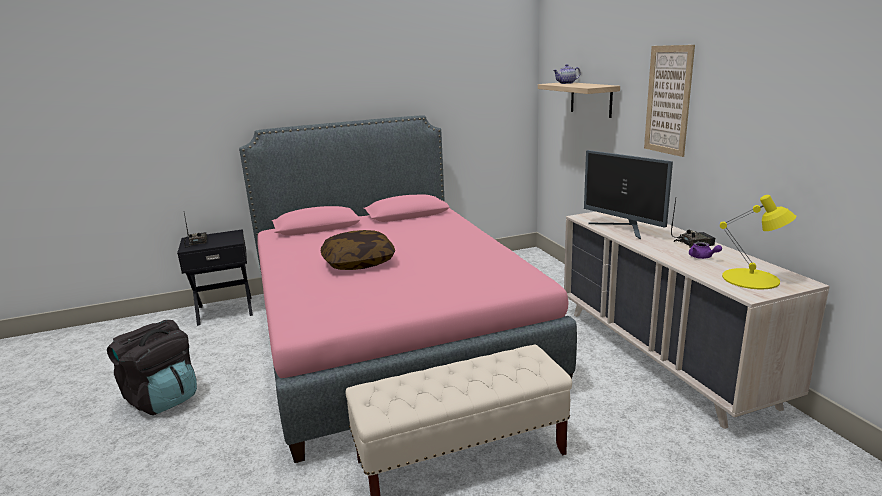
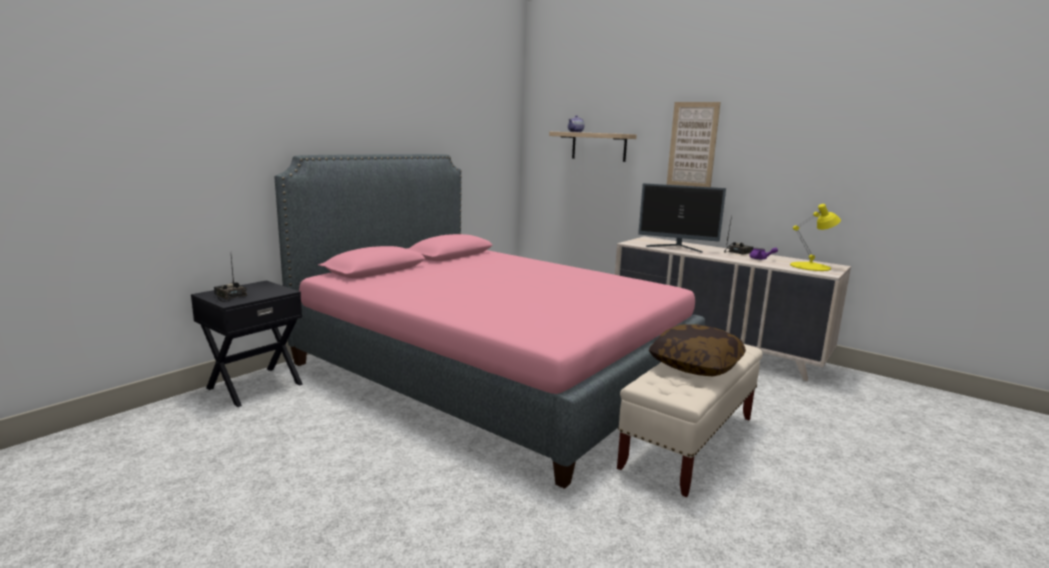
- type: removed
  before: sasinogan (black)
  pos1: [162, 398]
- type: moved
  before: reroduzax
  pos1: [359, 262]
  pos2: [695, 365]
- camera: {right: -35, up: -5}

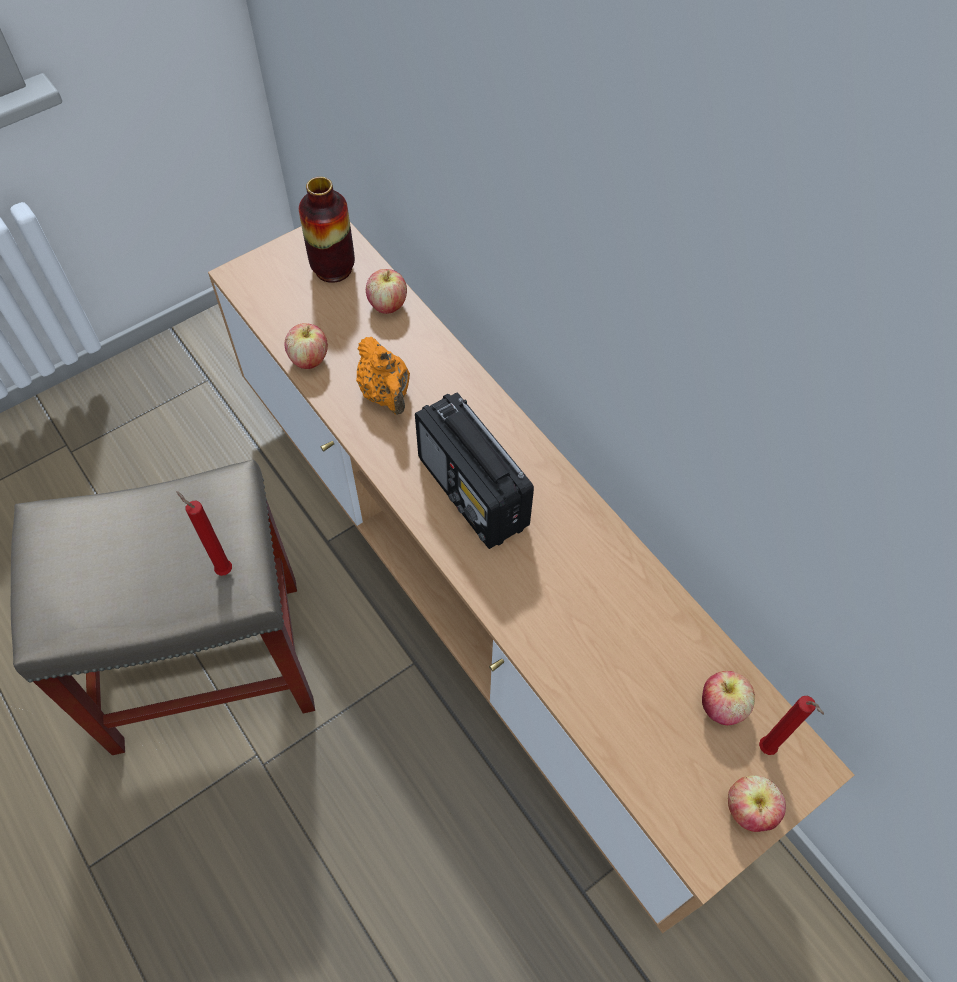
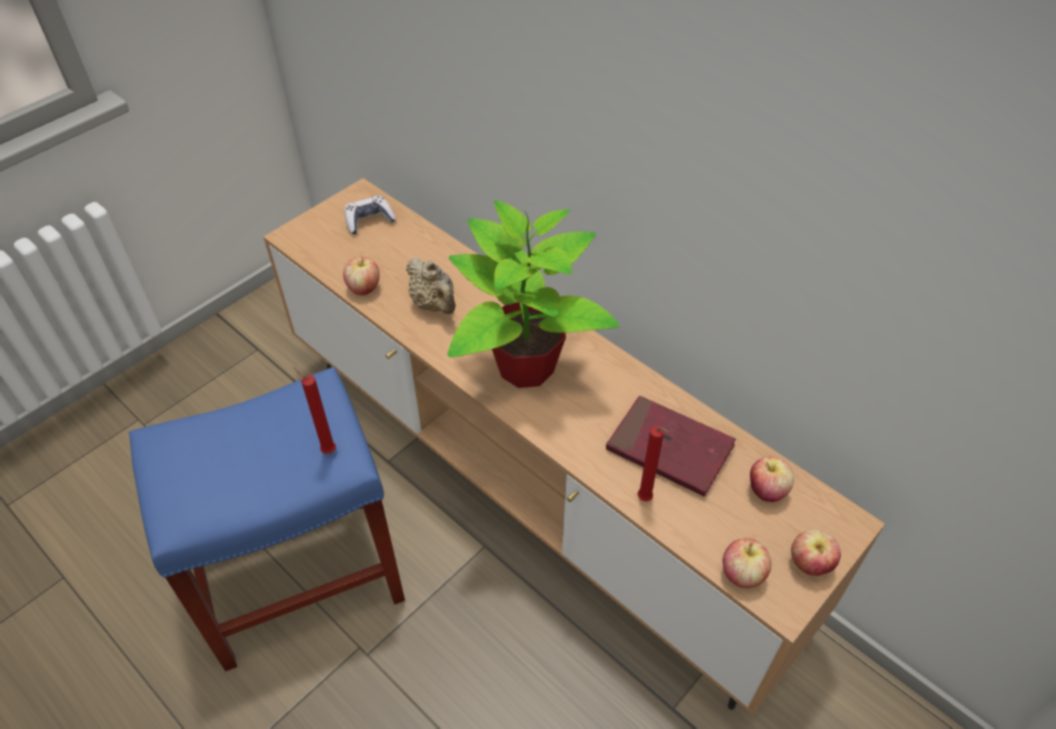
- type: recoloured
  before: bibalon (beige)
  after: bibalon (blue)
  pos1: [212, 662]
  pos2: [303, 576]
- type: replaced
  before: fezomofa
  after: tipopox
  pos1: [333, 268]
  pos2: [369, 220]
- type: recoloured
  before: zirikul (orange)
  after: zirikul (beige)
  pos1: [386, 394]
  pos2: [434, 304]
- type: moved
  before: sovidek
  pos1: [388, 305]
  pos2: [742, 574]
- type: replaced
  before: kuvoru
  after: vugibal
  pos1: [473, 493]
  pos2: [524, 366]
- type: moved
  before: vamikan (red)
  pos1: [768, 751]
  pos2: [646, 500]
- type: added
  after: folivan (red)
  pos2: [669, 449]
- camera: {right: -10, up: -10}

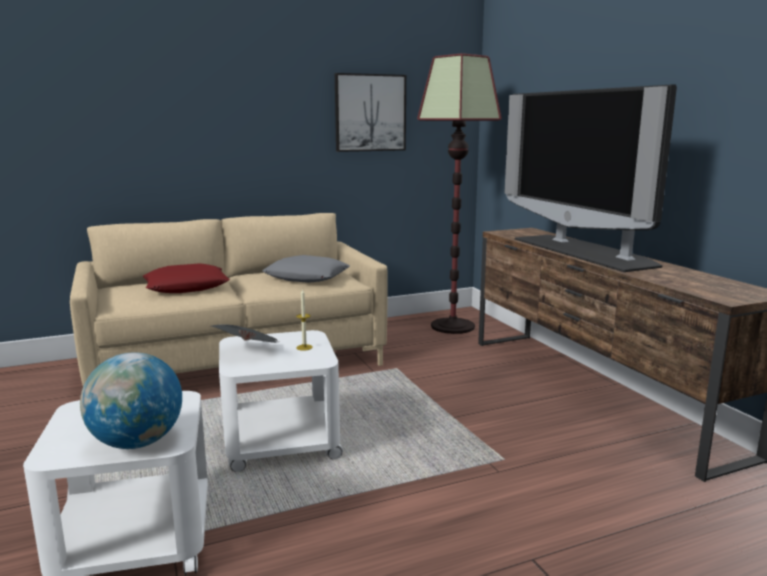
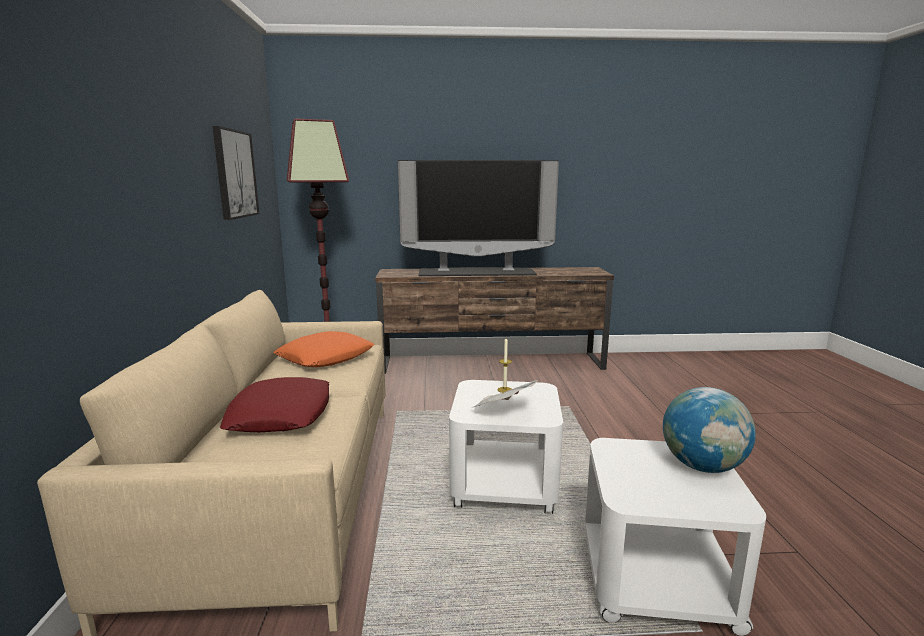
- type: recoloured
  before: reroduzax (grey)
  after: reroduzax (orange)
  pos1: [307, 277]
  pos2: [326, 357]
- camera: {right: -70, up: 0}

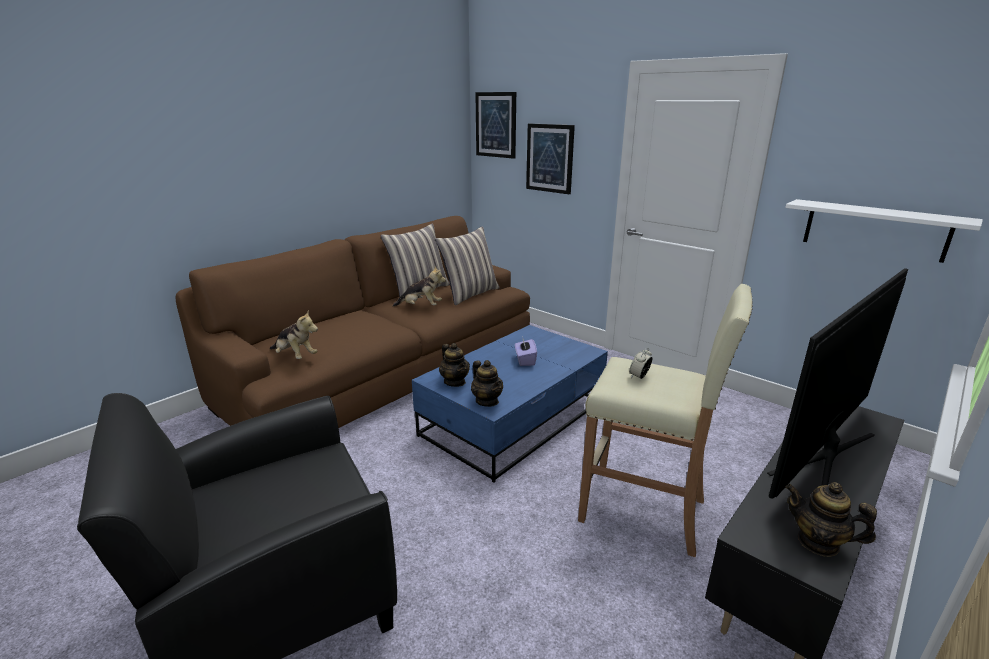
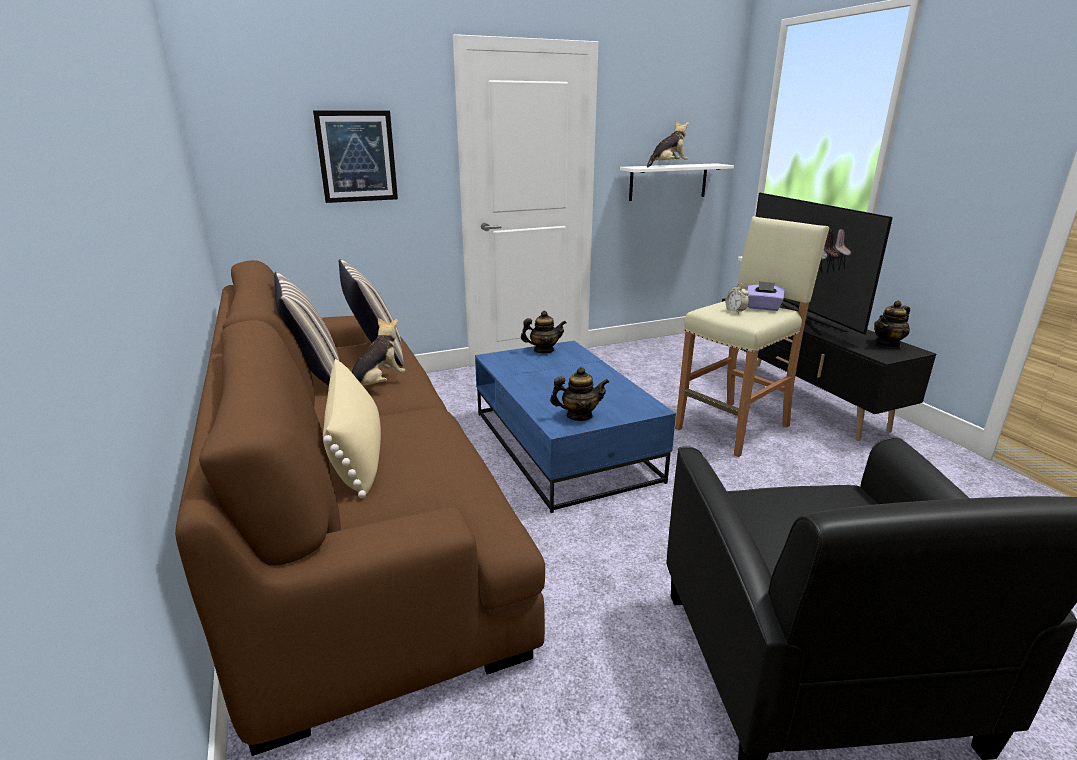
- type: moved
  before: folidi
  pos1: [295, 356]
  pos2: [667, 166]
- type: moved
  before: zirikul
  pos1: [487, 401]
  pos2: [543, 350]
- type: removed
  before: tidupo
  pos1: [496, 125]
- type: moved
  before: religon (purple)
  pos1: [525, 360]
  pos2: [763, 307]
- type: added
  after: reroduzax (beige)
  pos2: [357, 453]
- camera: {right: -65, up: 0}

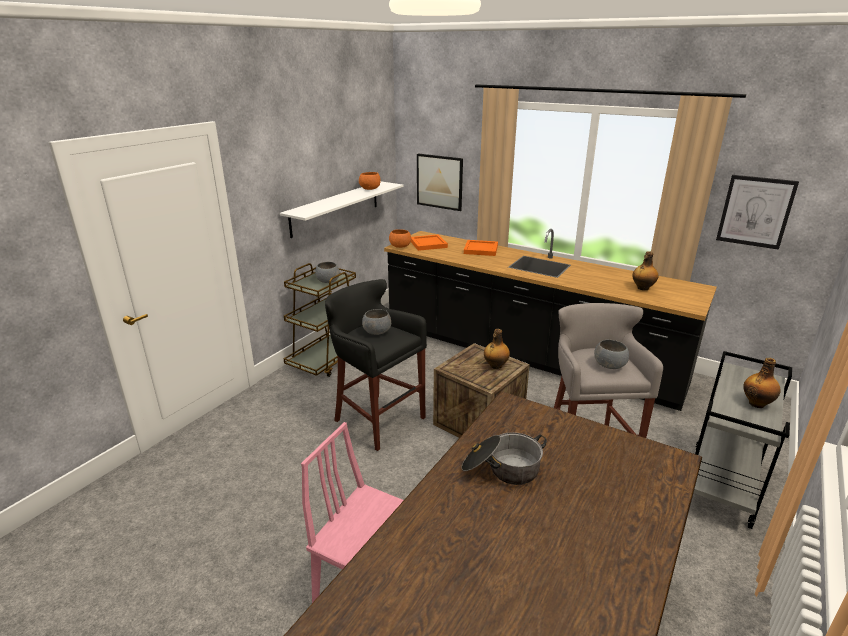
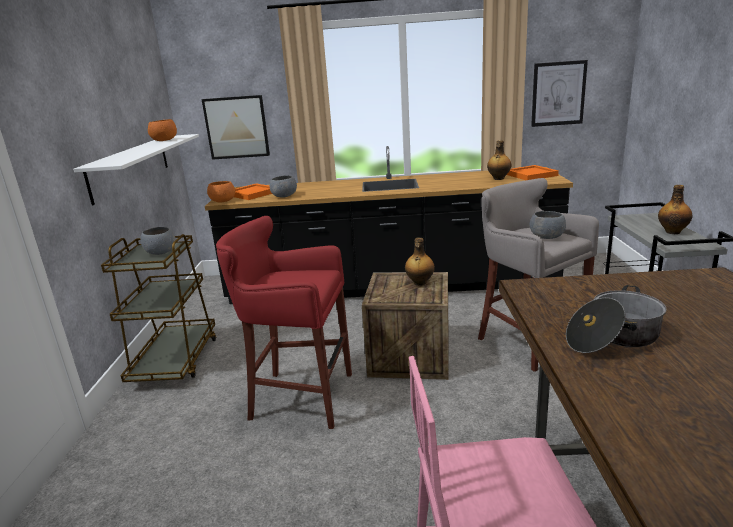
- type: recoloured
  before: bibalon (black)
  after: bibalon (red)
  pos1: [377, 419]
  pos2: [299, 397]
- type: moved
  before: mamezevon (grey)
  pos1: [376, 332]
  pos2: [284, 196]
- type: moved
  before: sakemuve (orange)
  pos1: [481, 250]
  pos2: [532, 175]
- camera: {right: -30, up: -5}

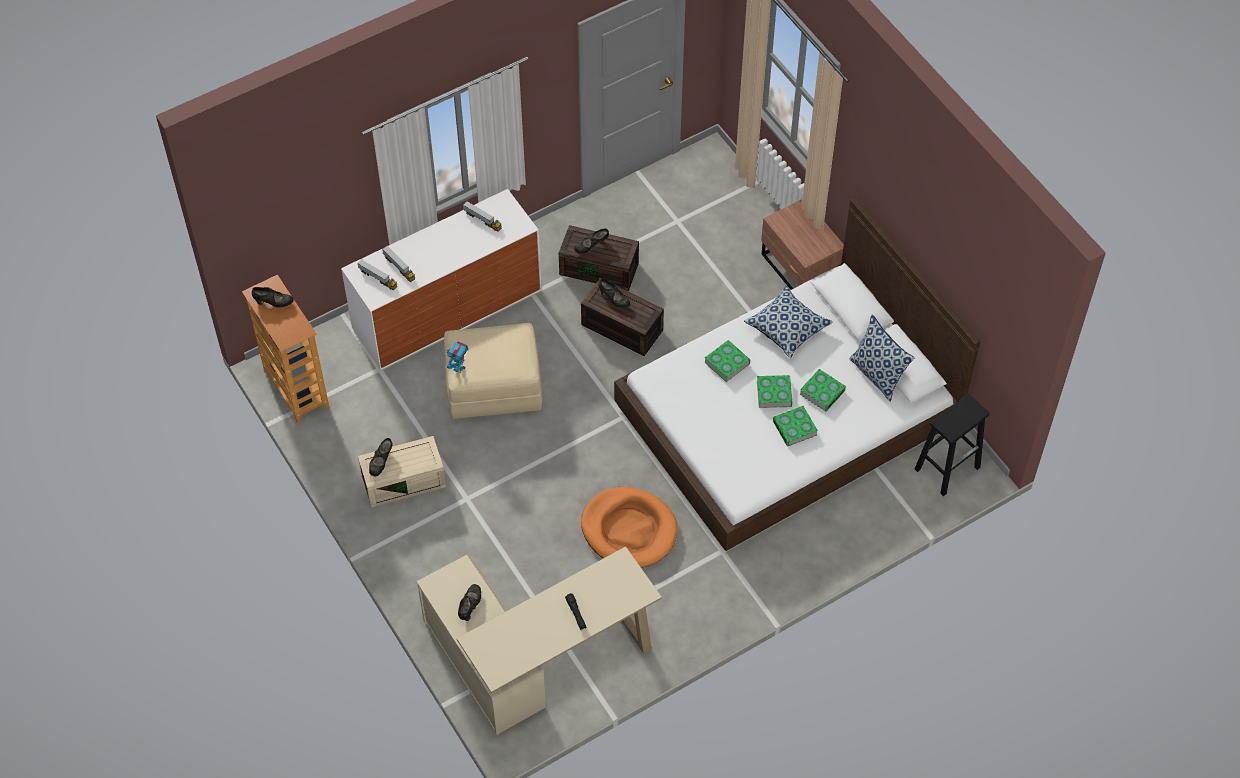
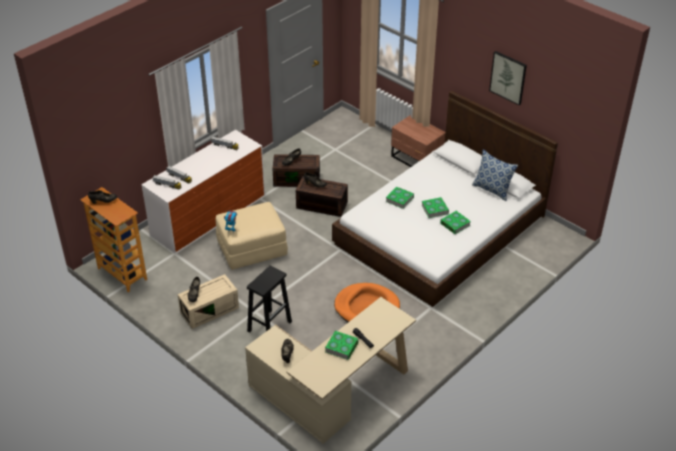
- type: removed
  before: reroduzax
  pos1: [787, 328]
- type: moved
  before: folivan
  pos1: [822, 392]
  pos2: [341, 347]
- type: moved
  before: bibalon (black)
  pos1: [948, 467]
  pos2: [270, 326]
- type: added
  after: tidupo
  pos2: [508, 77]
- camera: {right: -15, up: -15}

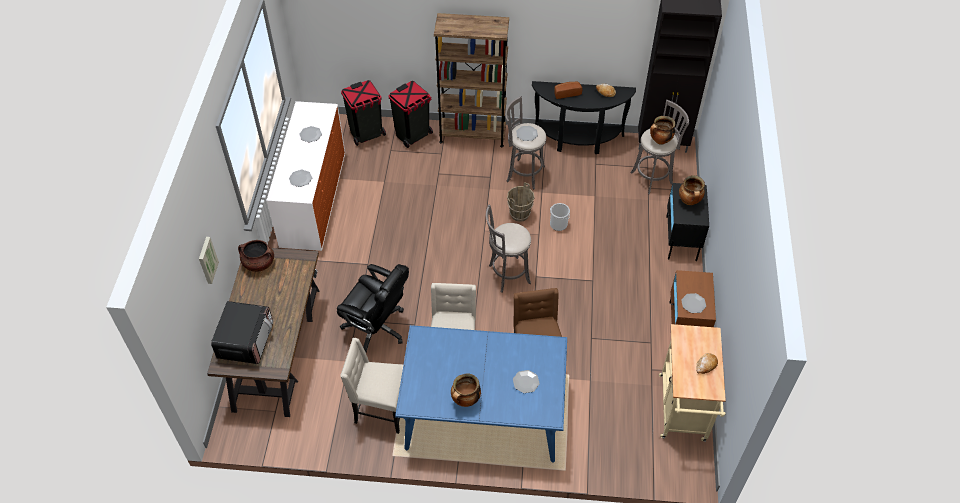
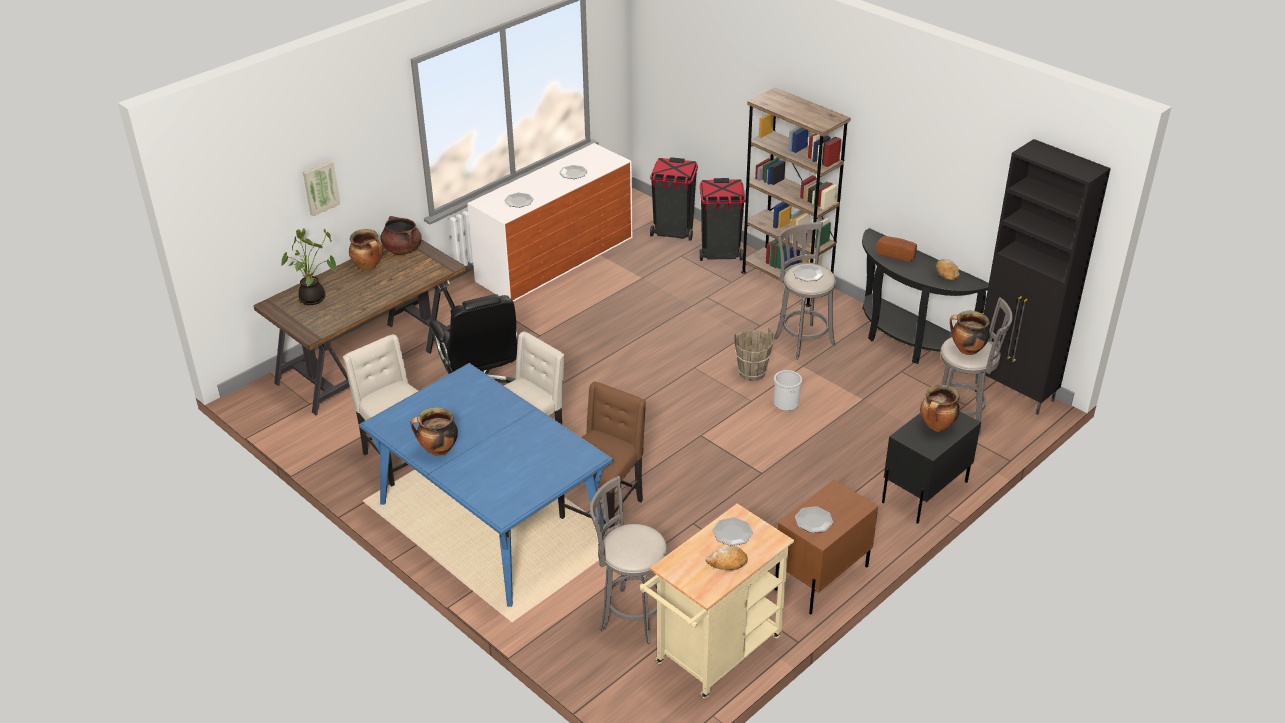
- type: replaced
  before: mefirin
  after: vugibal
  pos1: [246, 340]
  pos2: [315, 299]
- type: moved
  before: bibalon (grey)
  pos1: [507, 275]
  pos2: [630, 614]
- type: moved
  before: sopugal
  pos1: [526, 382]
  pos2: [732, 533]
- type: added
  after: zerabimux
  pos2: [369, 266]
- camera: {right: 40, up: -15}

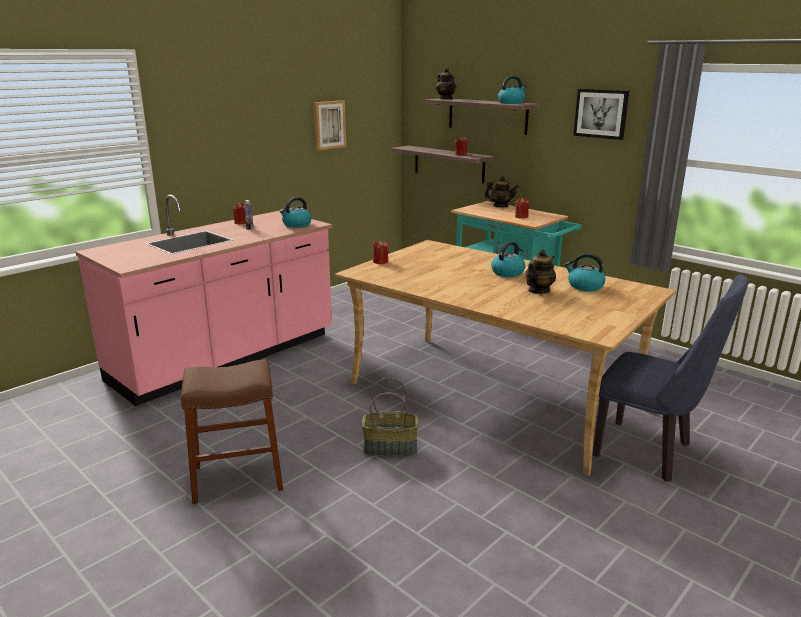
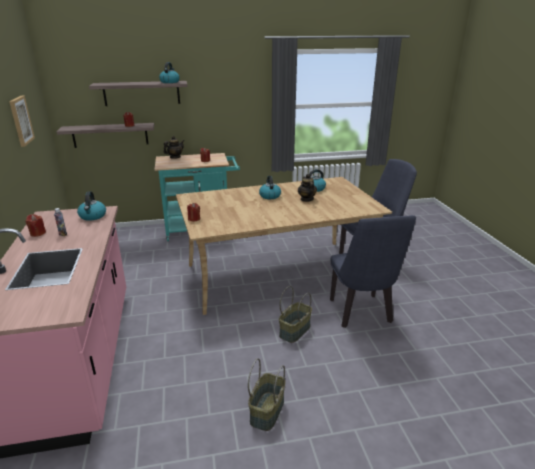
- type: replaced
  before: bibalon (brown)
  after: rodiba
  pos1: [238, 478]
  pos2: [266, 410]
- type: removed
  before: zirikul
  pos1: [445, 99]
- type: removed
  before: tidupo
  pos1: [601, 113]
- type: added
  after: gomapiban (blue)
  pos2: [362, 314]
- camera: {right: -55, up: 5}

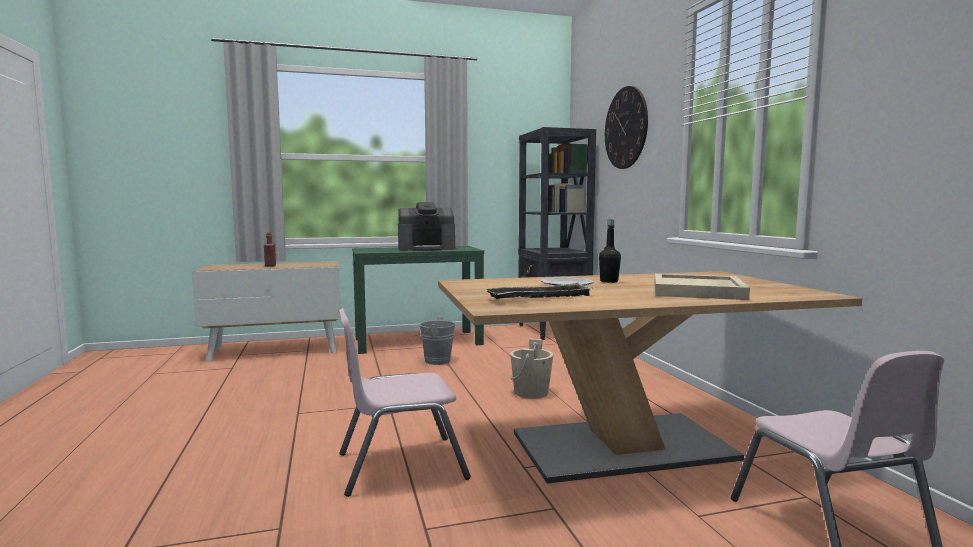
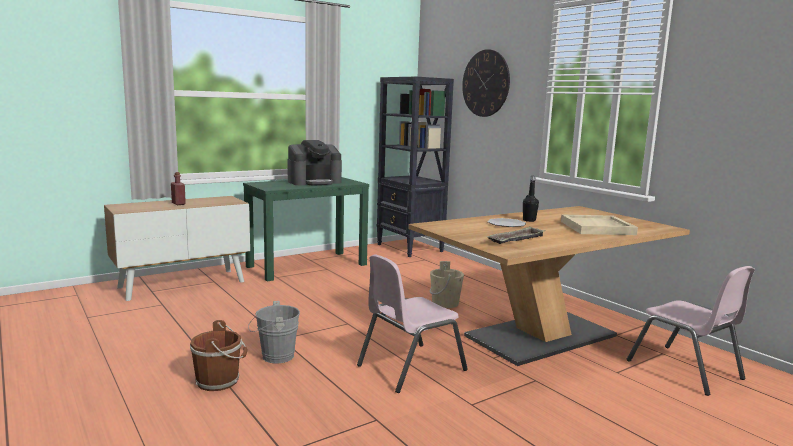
- type: moved
  before: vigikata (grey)
  pos1: [434, 361]
  pos2: [274, 356]
- type: added
  after: vigikata (brown)
  pos2: [220, 381]
- camera: {right: -20, up: 5}

